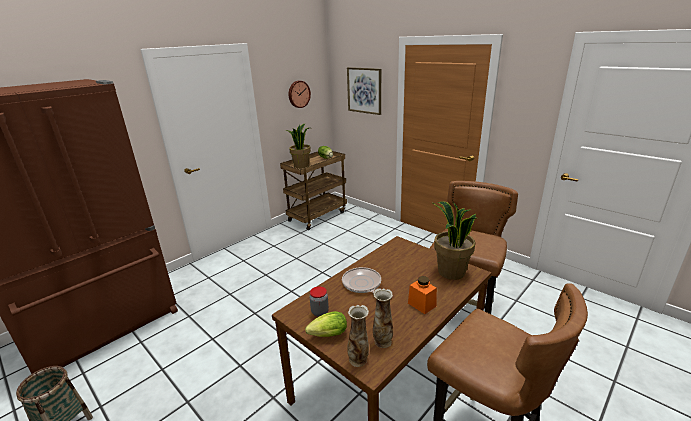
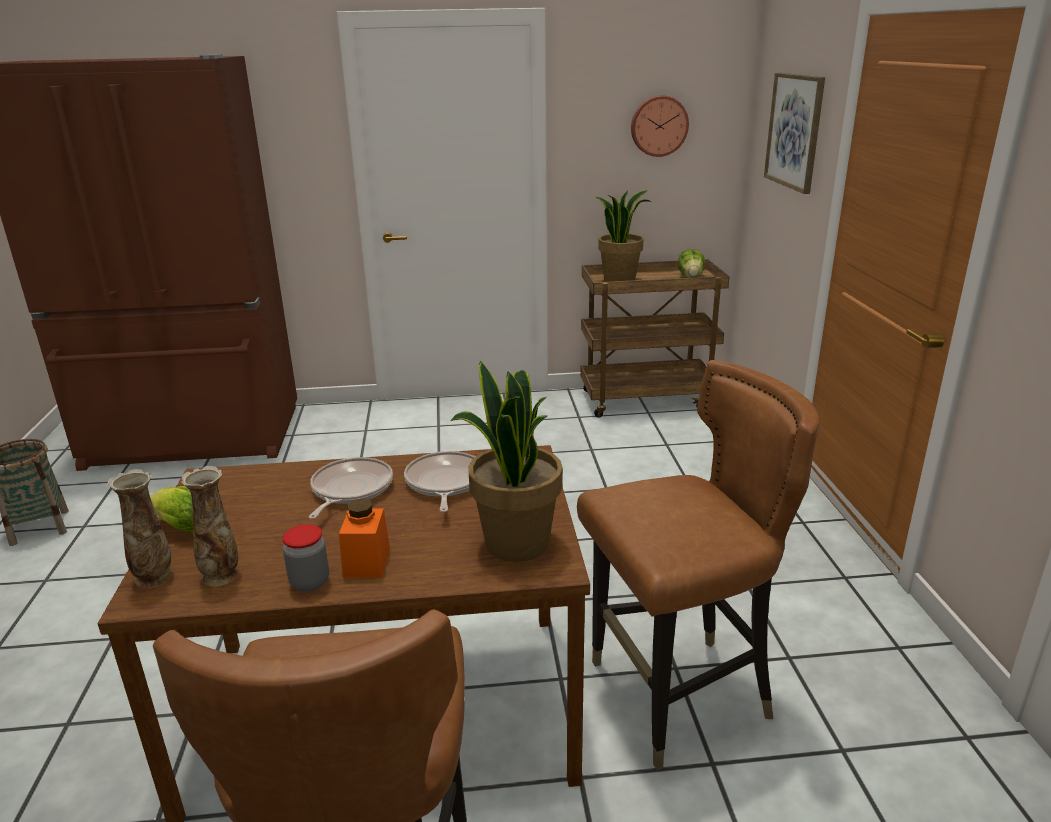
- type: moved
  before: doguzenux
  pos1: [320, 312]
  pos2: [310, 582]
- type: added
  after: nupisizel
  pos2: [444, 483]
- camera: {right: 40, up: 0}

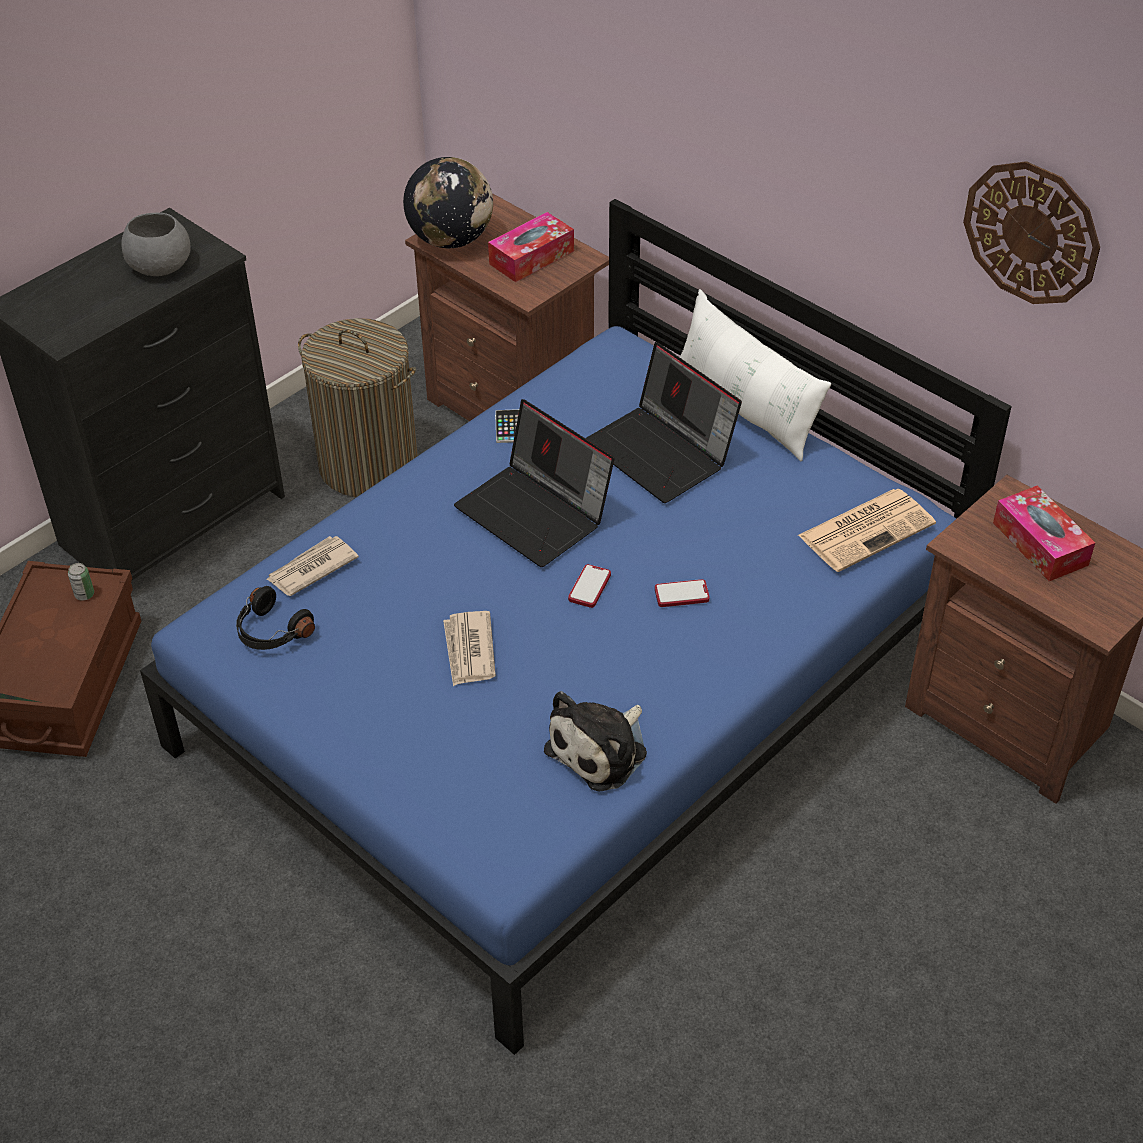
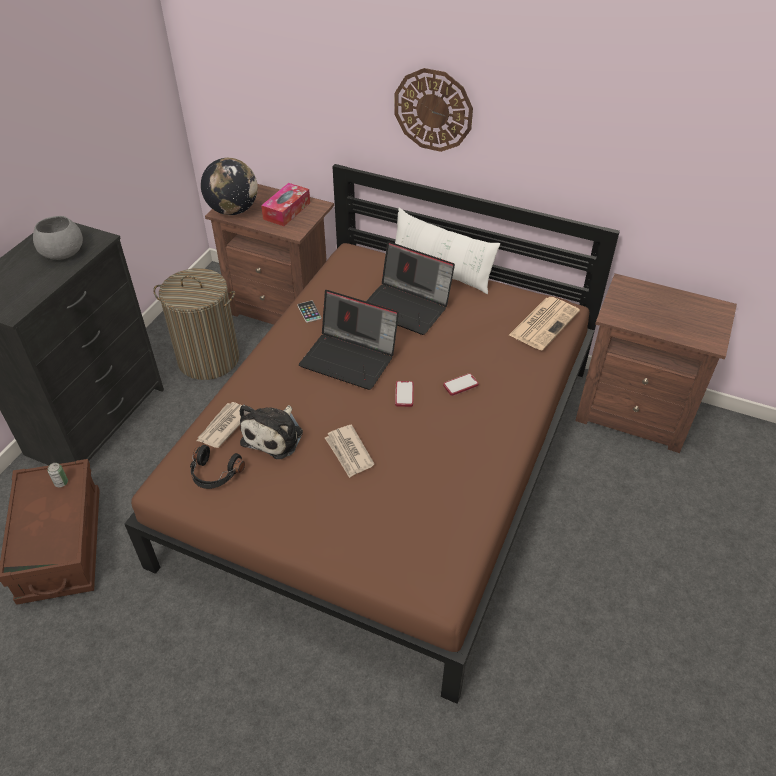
- type: recoloured
  before: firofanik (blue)
  after: firofanik (brown)
  pos1: [574, 689]
  pos2: [389, 460]
- type: moved
  before: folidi
  pos1: [601, 749]
  pos2: [275, 435]
- type: moved
  before: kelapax
  pos1: [1031, 232]
  pos2: [433, 110]
- type: removed
  before: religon
  pos1: [1040, 544]
- camera: {right: -20, up: 0}

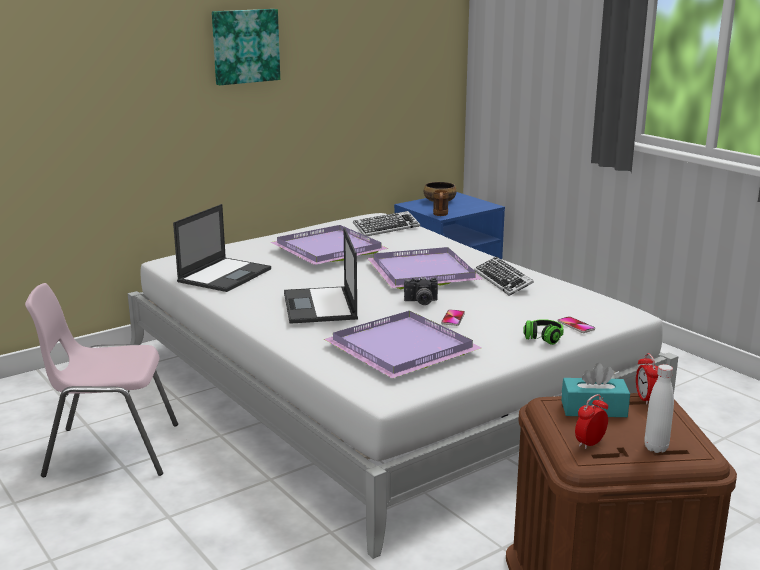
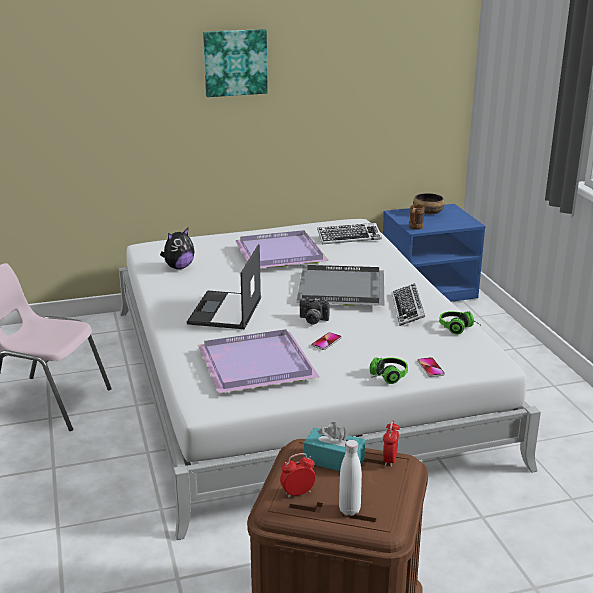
- type: replaced
  before: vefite
  after: folidi
  pos1: [225, 275]
  pos2: [178, 267]
- type: recoloured
  before: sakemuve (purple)
  after: sakemuve (grey)
  pos1: [424, 271]
  pos2: [343, 289]
- type: added
  after: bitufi
  pos2: [459, 329]
- camera: {right: 20, up: 5}

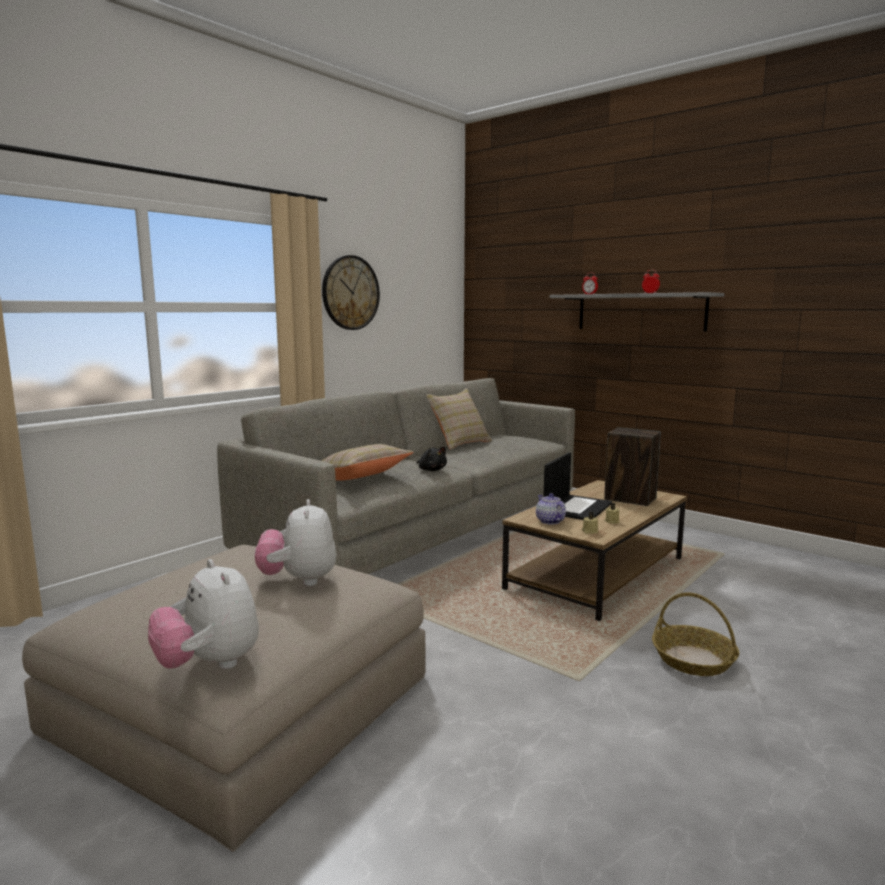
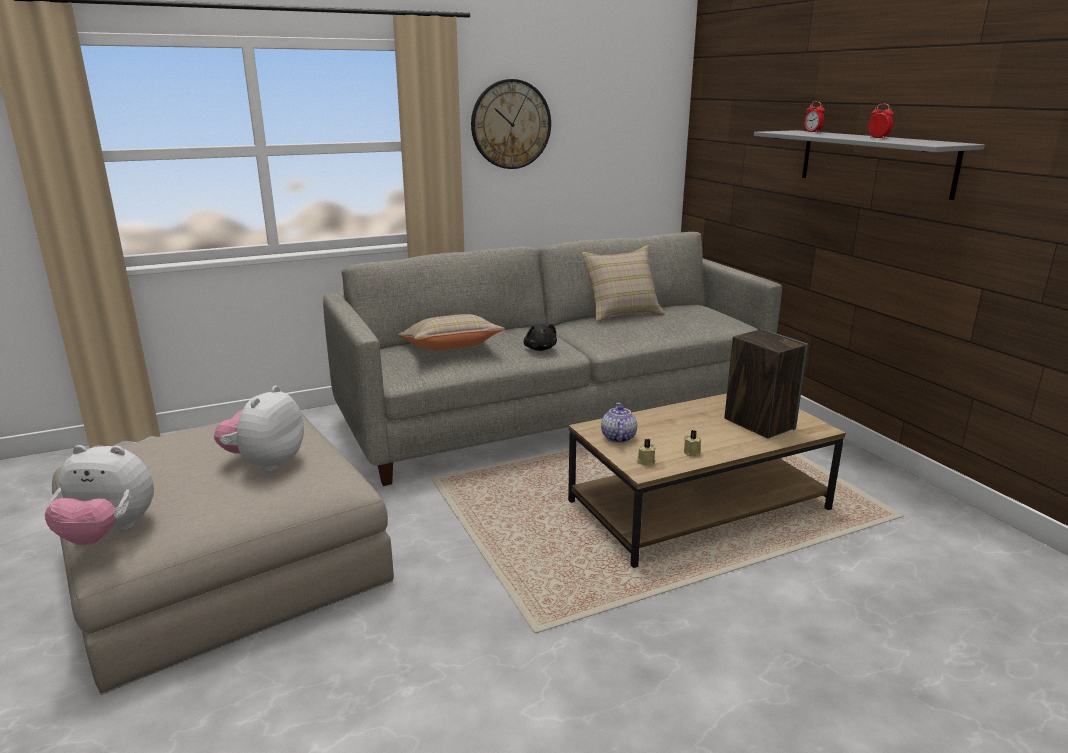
- type: turned
  before: folidi
  pos1: [209, 665]
  pos2: [109, 534]
  turn: -75
- type: removed
  before: vefite
  pos1: [577, 508]
- type: removed
  before: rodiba
  pos1: [694, 660]
- camera: {right: 25, up: 10}

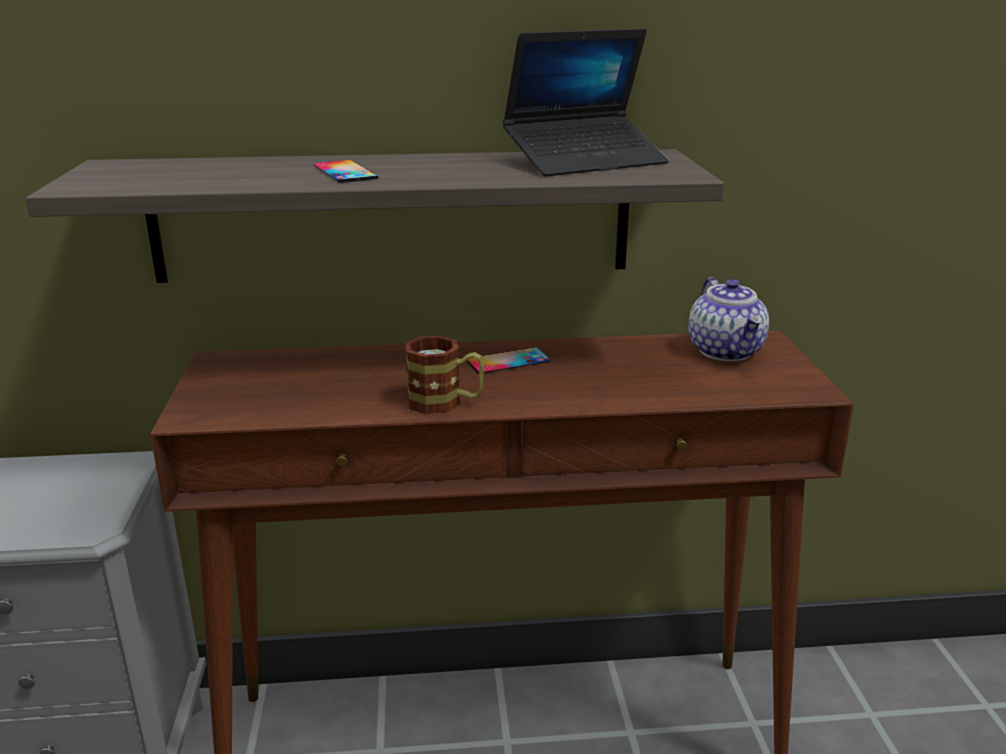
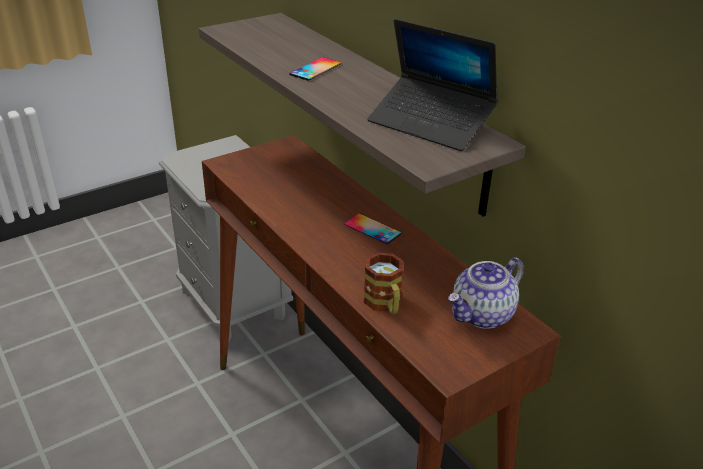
- type: moved
  before: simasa
  pos1: [445, 403]
  pos2: [385, 304]
- camera: {right: 60, up: 10}

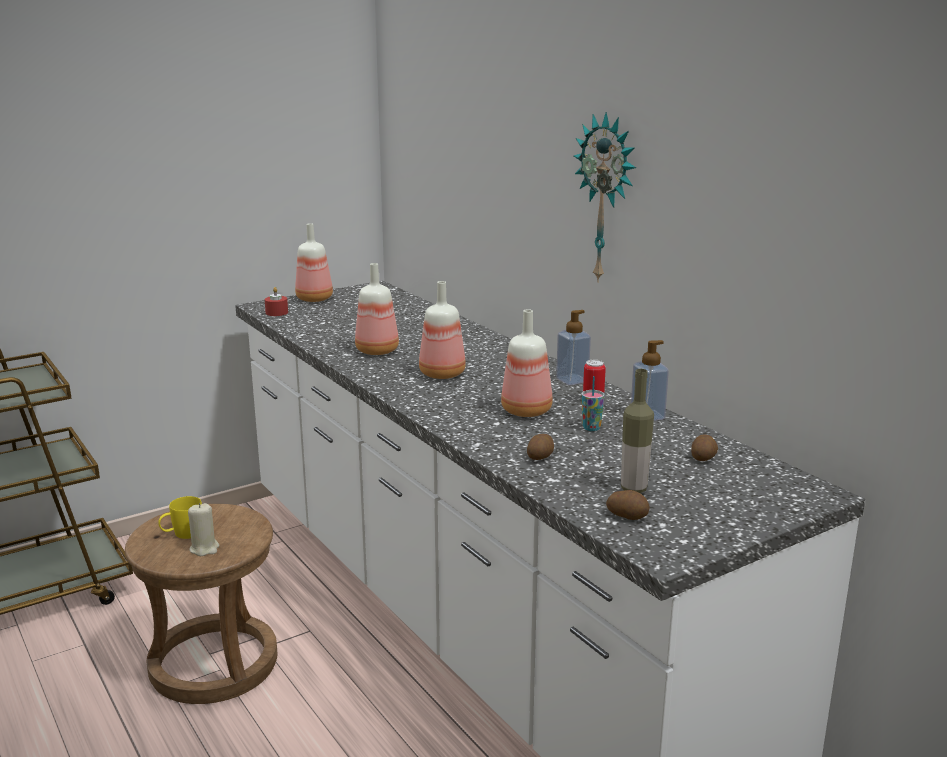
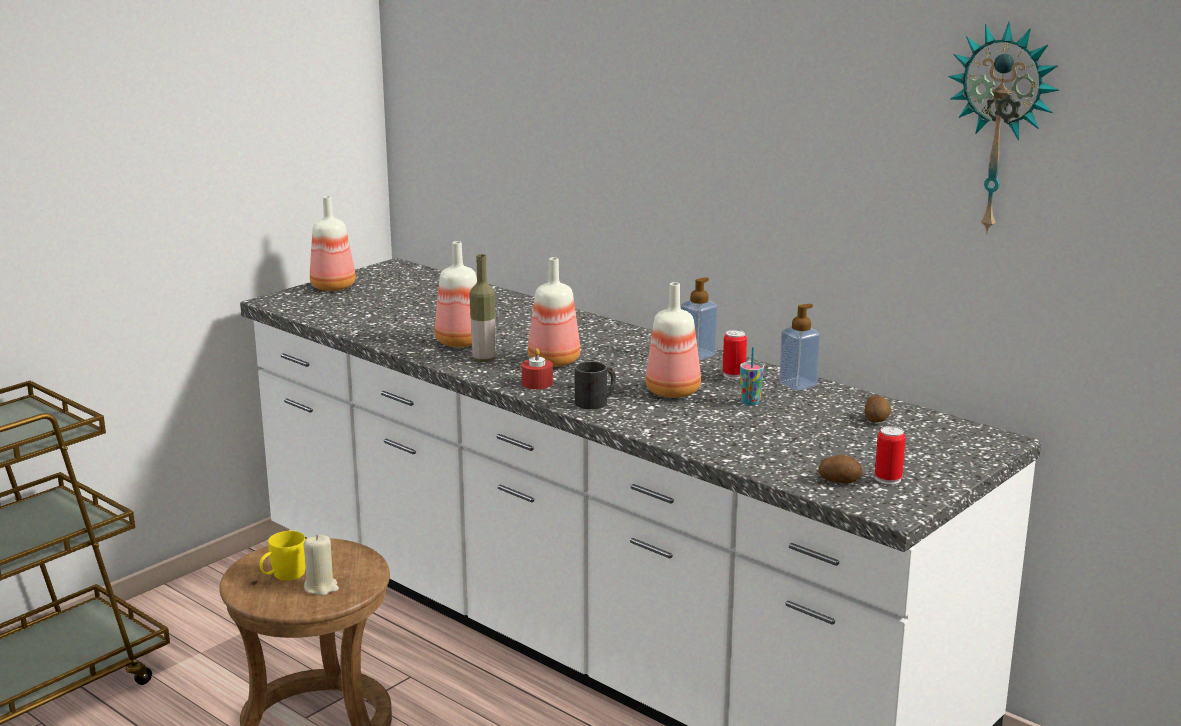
- type: moved
  before: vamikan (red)
  pos1: [276, 312]
  pos2: [537, 383]
- type: removed
  before: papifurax
  pos1: [540, 457]
- type: moved
  before: kelapax
  pos1: [607, 199]
  pos2: [1001, 129]
- type: moved
  before: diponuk
  pos1: [633, 489]
  pos2: [484, 359]
- type: added
  after: simasa (black)
  pos2: [596, 401]
- type: added
  after: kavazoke
  pos2: [888, 479]
- camera: {right: -15, up: 0}

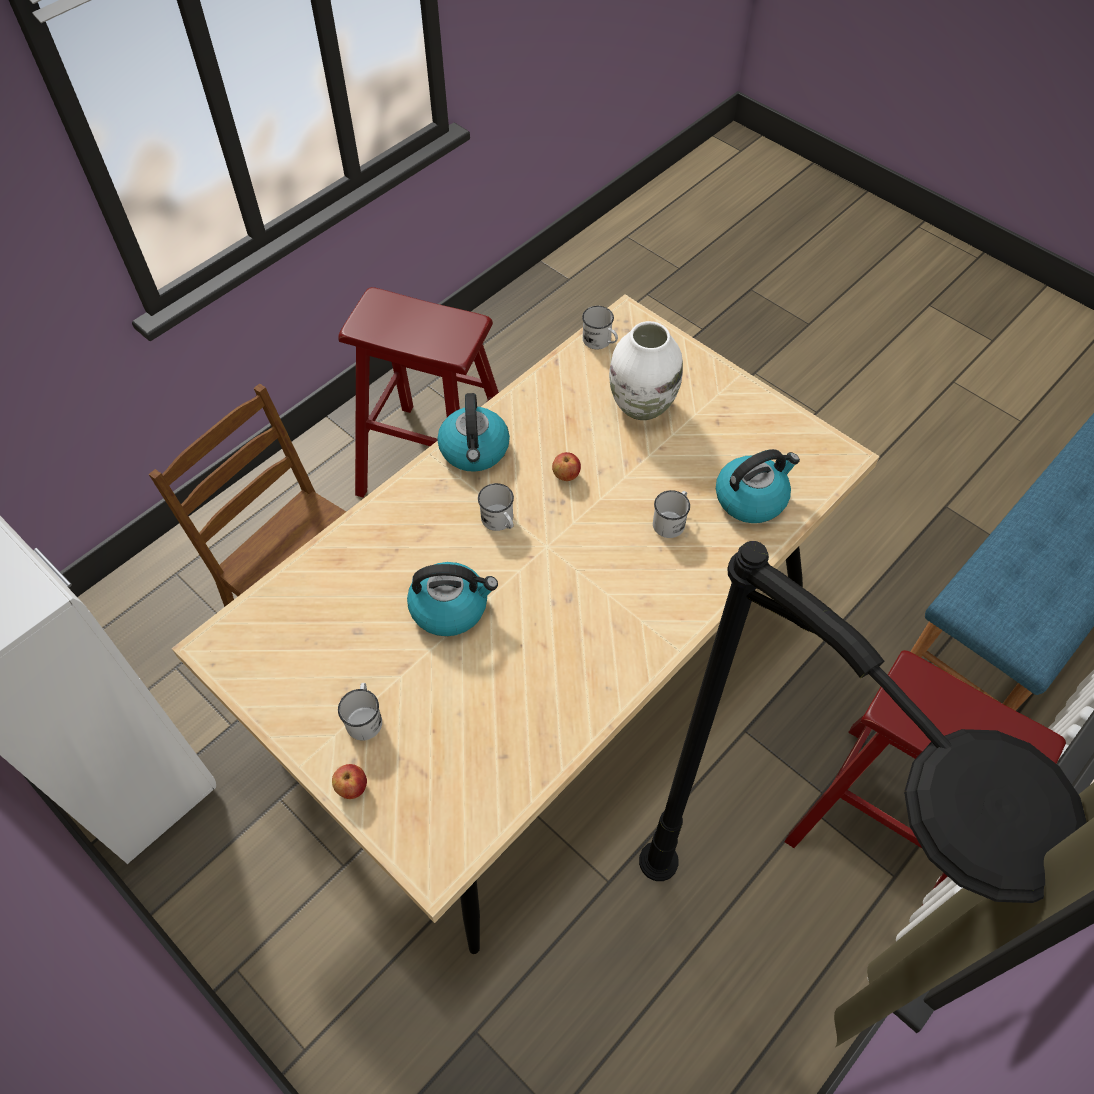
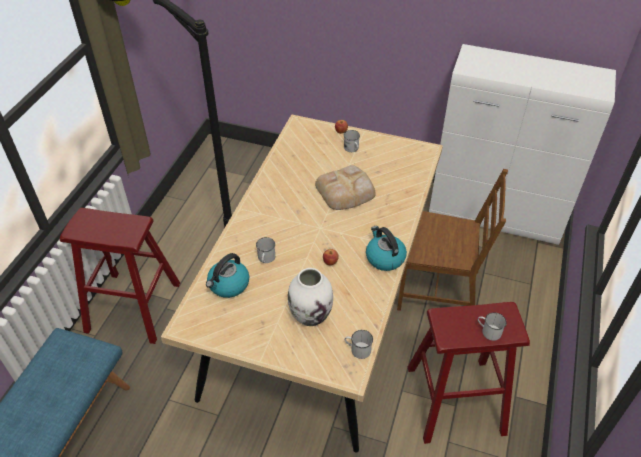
- type: replaced
  before: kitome
  after: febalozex
  pos1: [450, 607]
  pos2: [346, 191]
- type: moved
  before: simasa (white)
  pos1: [500, 522]
  pos2: [488, 331]
- camera: {right: 155, up: -10}

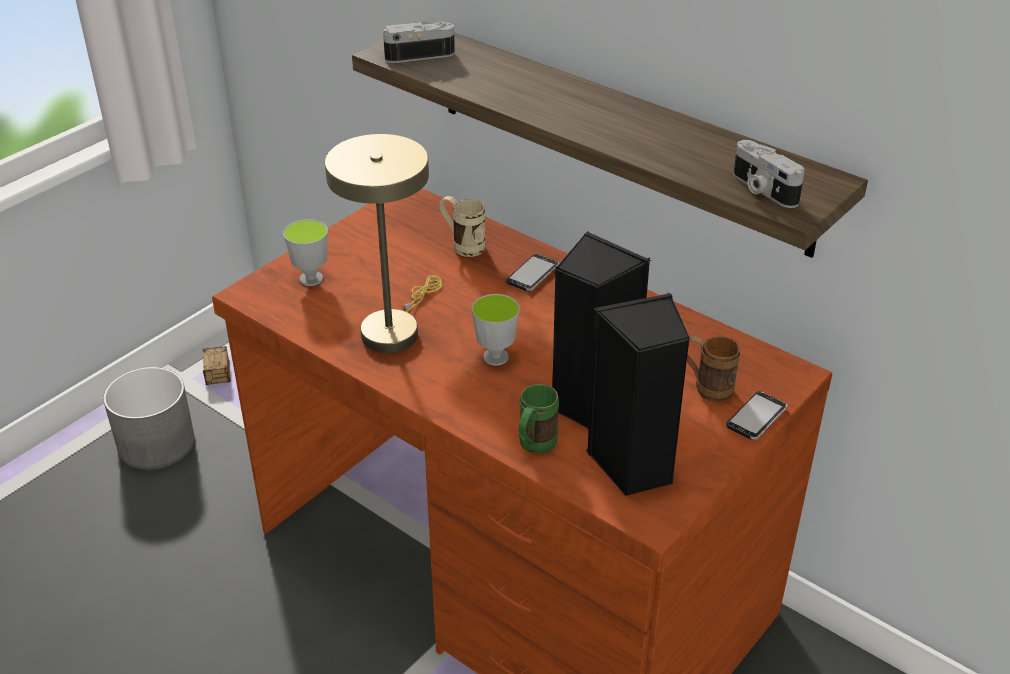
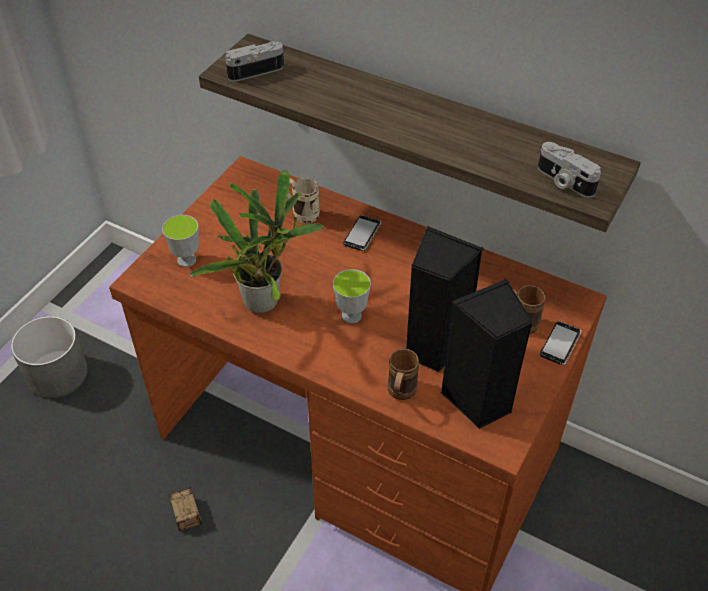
- type: moved
  before: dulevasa
  pos1: [218, 388]
  pos2: [192, 534]
- type: replaced
  before: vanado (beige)
  after: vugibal
  pos1: [394, 328]
  pos2: [265, 299]
- type: recoloured
  before: simasa (green)
  after: simasa (brown)
  pos1: [533, 447]
  pos2: [400, 394]
- camera: {right: -10, up: 10}

